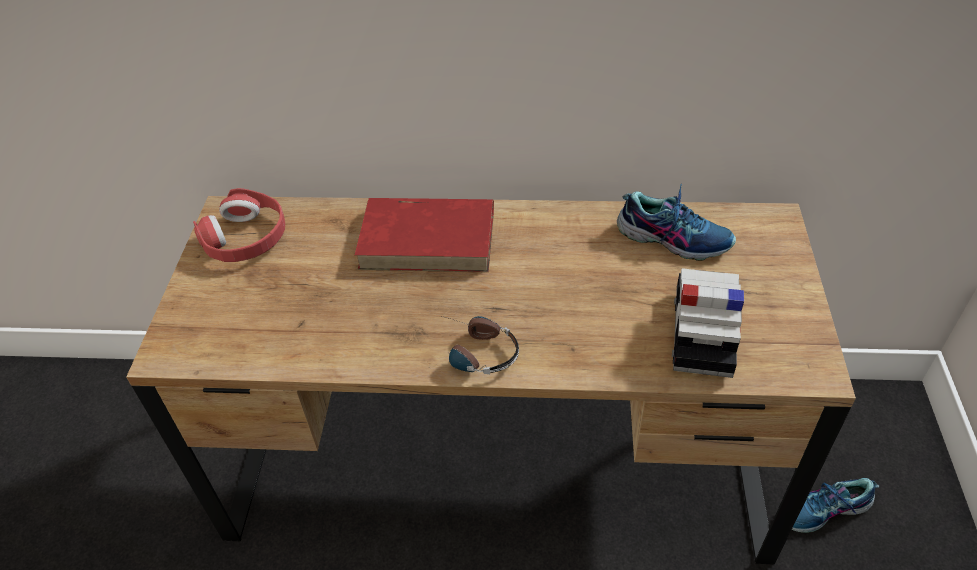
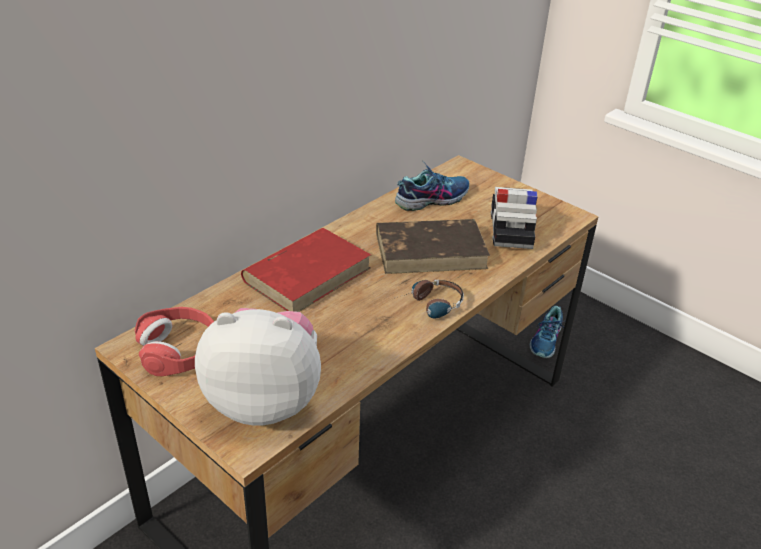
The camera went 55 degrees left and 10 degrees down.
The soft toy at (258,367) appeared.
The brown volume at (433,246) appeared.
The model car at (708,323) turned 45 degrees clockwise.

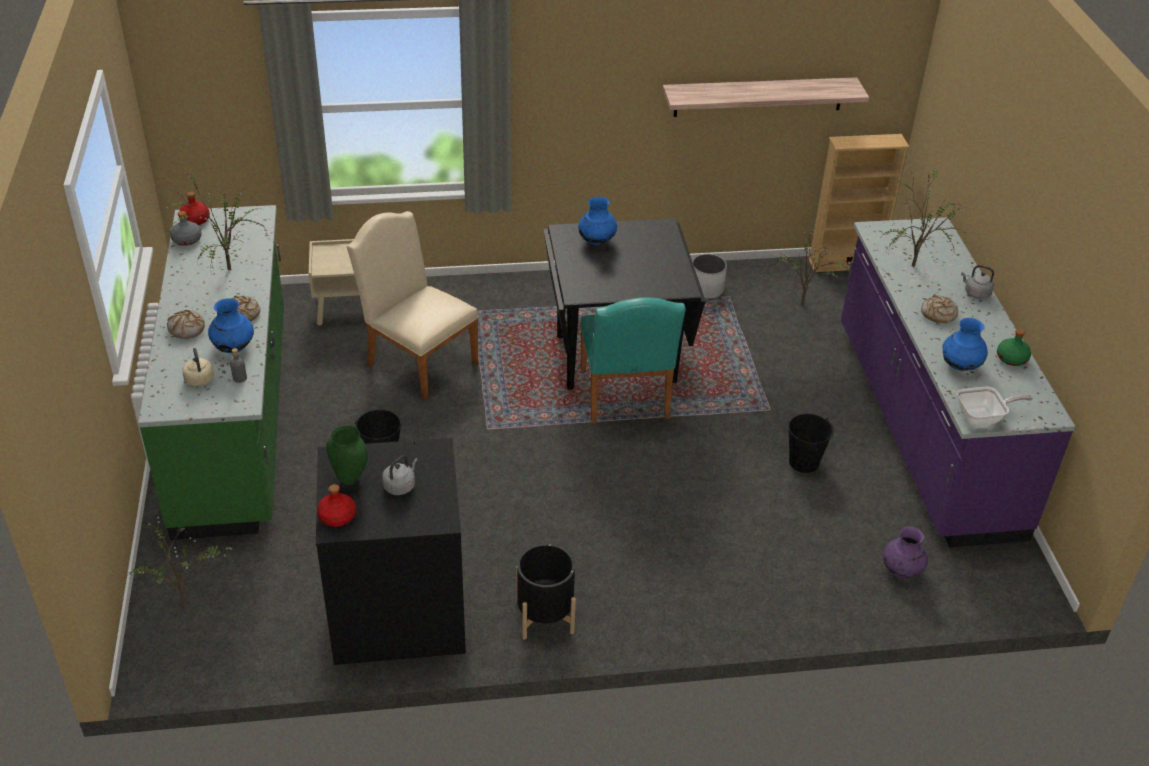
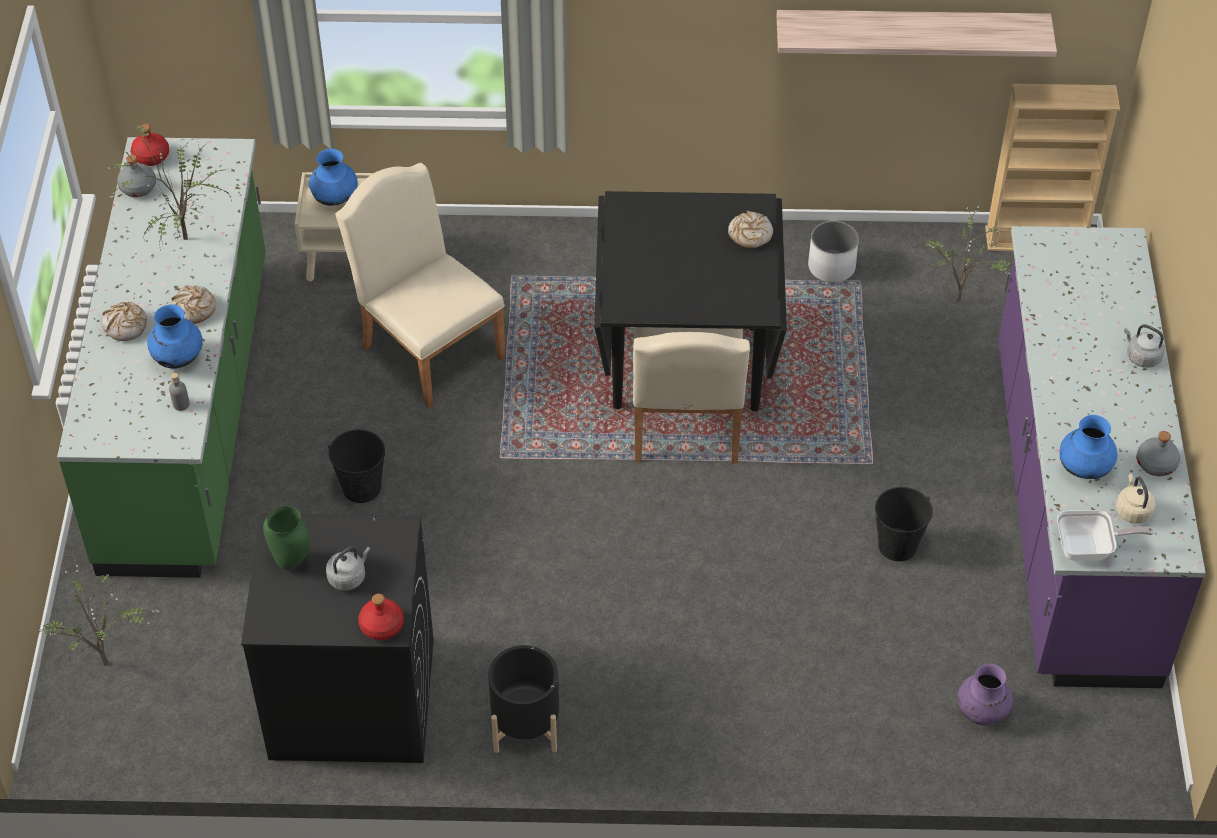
The camera went 10 degrees right and 10 degrees up.
The potted plant at (924,217) disappeared.
The beige tea kettle moved from (198,367) to (1136,498).
The reddish drink bottle moved from (336,505) to (381,617).
The blue-coloured vase moved from (597,221) to (333,177).
The bakery bread moved from (939,309) to (750,229).
The turquoise-coloured upright chair at (633,360) became the beige upright chair at (691,395).
The green-coloured drink bottle at (1014,347) became the grey drink bottle at (1158,453).

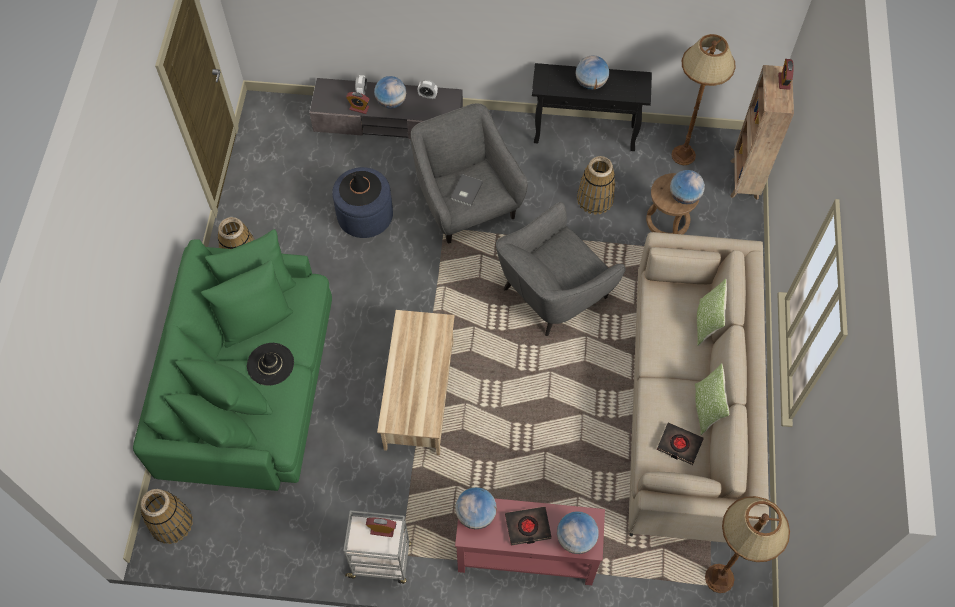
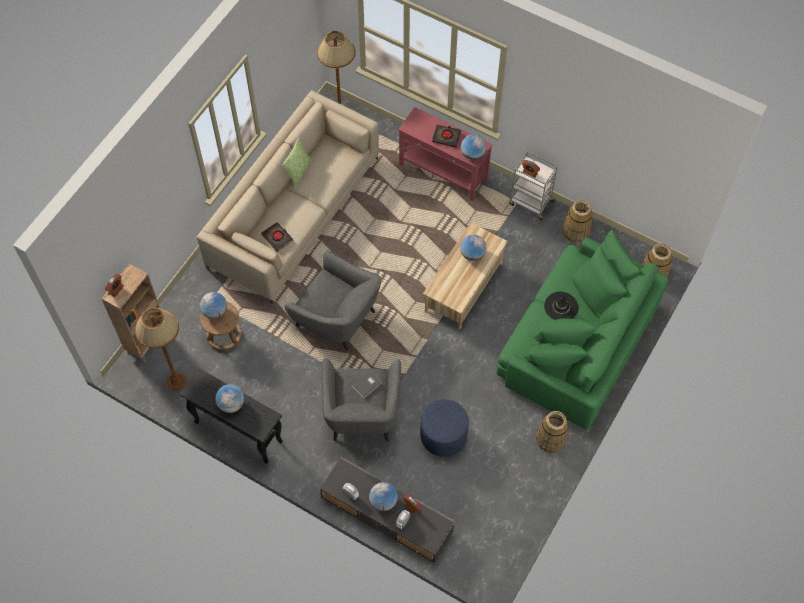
The camera went 155 degrees left and 0 degrees up.
The blackish wearable hat at (360,188) disappeared.
The throw pillow at (712,312) disappeared.
The world globe moved from (578,532) to (473,248).
The household basket moved from (596,185) to (577,221).
The blackish volume moved from (680,443) to (277,237).
The grey lounge chair at (561,269) turned 45 degrees clockwise.

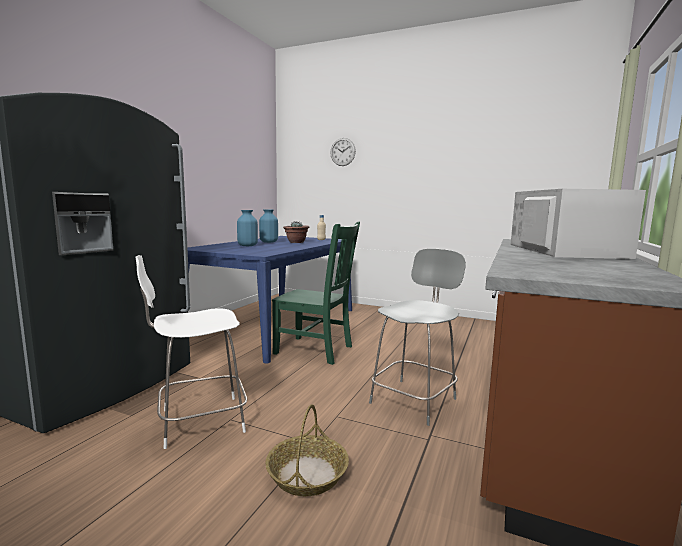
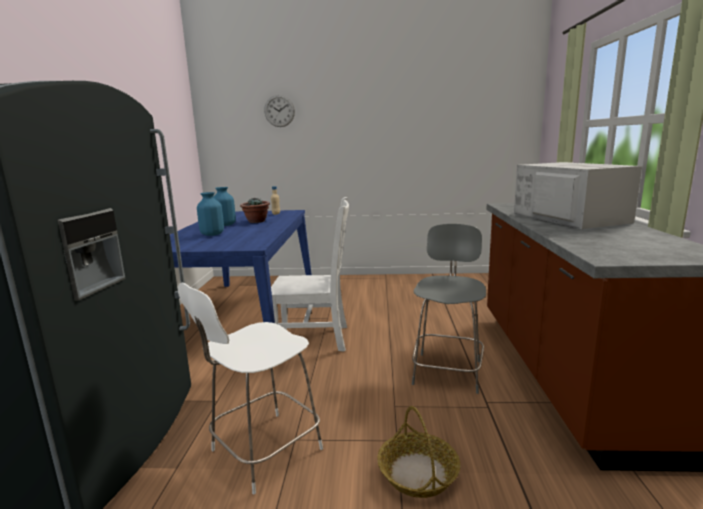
The camera went 20 degrees left and 5 degrees up.
The green-coloured upright chair at (316,293) became the white upright chair at (310,274).

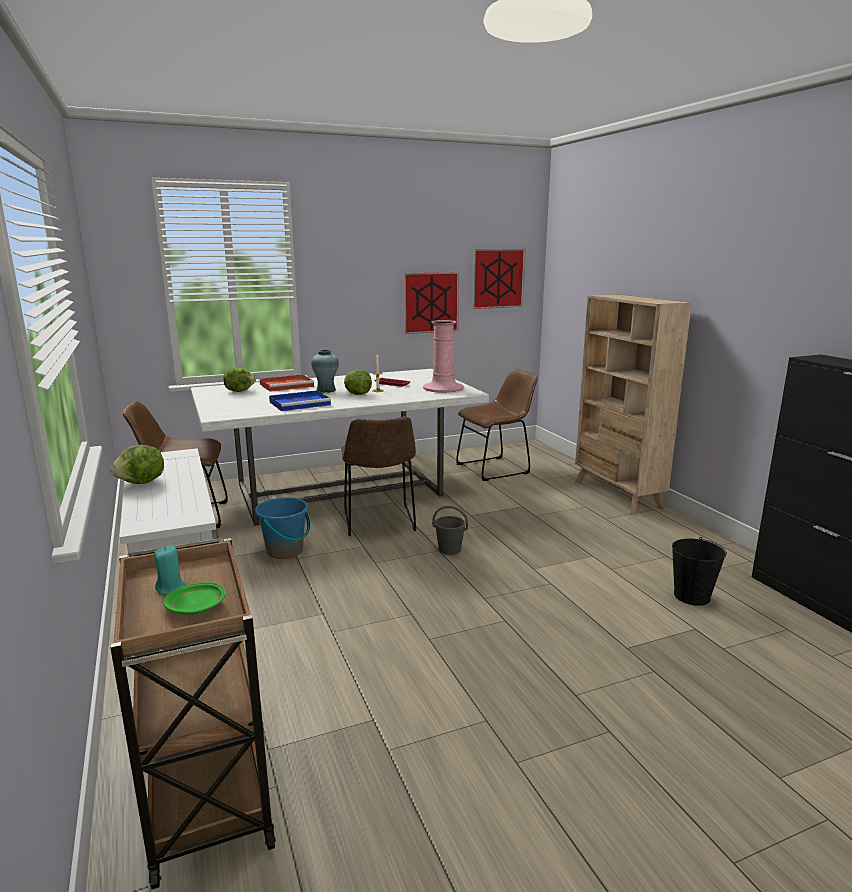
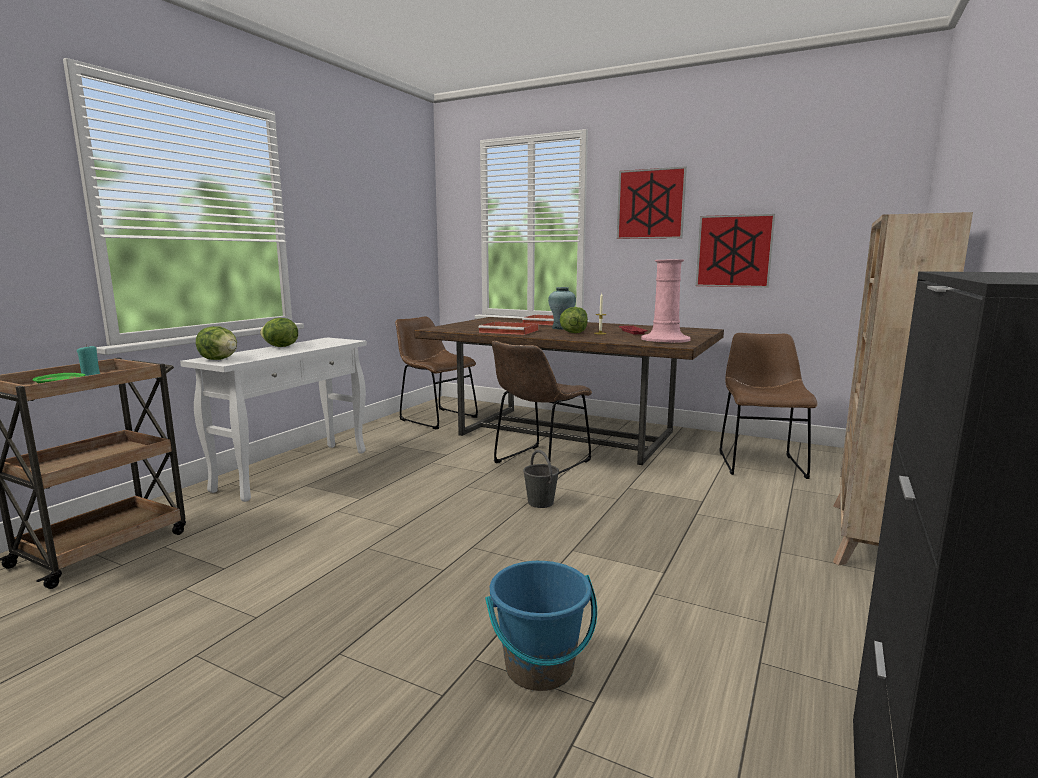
The camera went 50 degrees right and 5 degrees down.
The blackish bucket at (699,571) disappeared.
The lettuce head moved from (239,379) to (216,343).
The blue-coloured bucket moved from (282,528) to (541,626).
The picture moved from (499,279) to (652,202).
The white dinner table at (340,447) became the brown dinner table at (569,391).
The blue-coloured tray at (300,400) became the reddish tray at (508,328).
The brown upright chair at (497,425) turned 105 degrees counterclockwise.

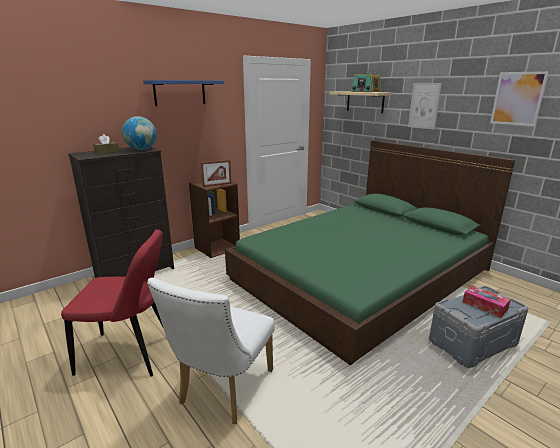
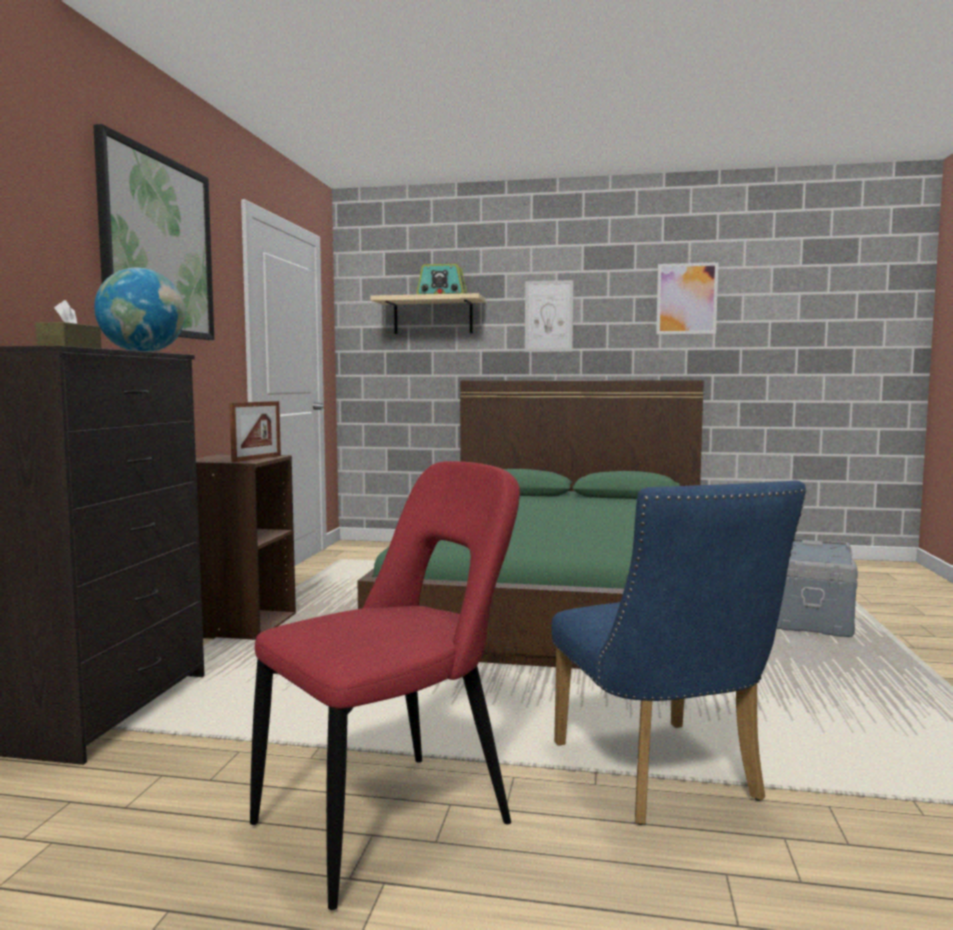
The camera went 40 degrees left and 15 degrees down.
The tissue box at (487,301) disappeared.
The blue-coloured wall shelf at (183,93) was replaced by the picture at (153,232).
The white upright chair at (211,351) became the blue-coloured upright chair at (679,653).

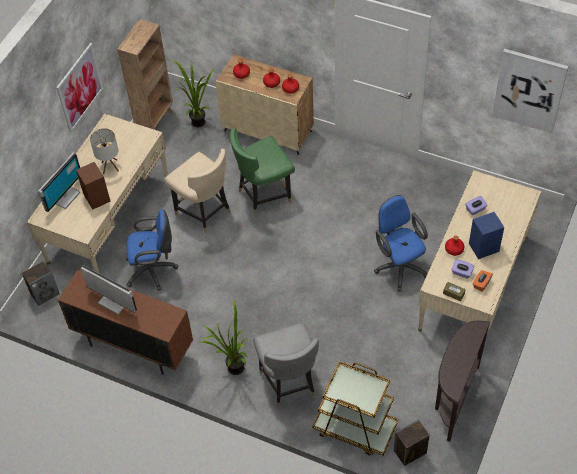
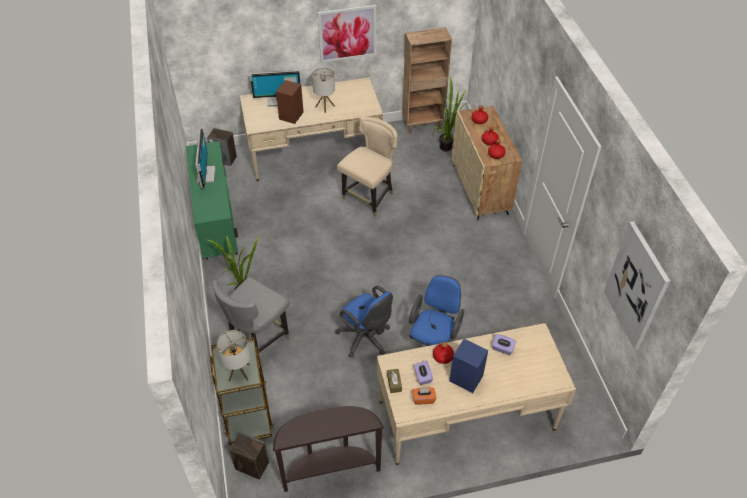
The camera went 50 degrees right and 5 degrees down.
The green-coloured upright chair at (262,171) disappeared.
The tabletop lamp at (233,355) appeared.
The blue-coloured computer chair moved from (152,250) to (364,322).
The brown storage cabinet at (125,322) became the green-coloured storage cabinet at (212,200).
The beige upright chair at (197,191) turned 150 degrees counterclockwise.

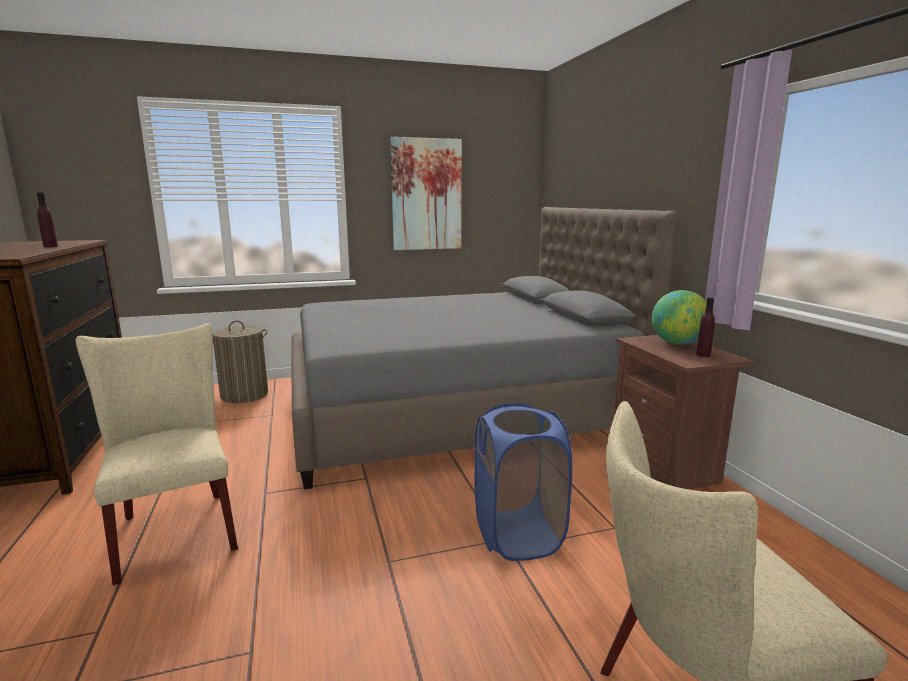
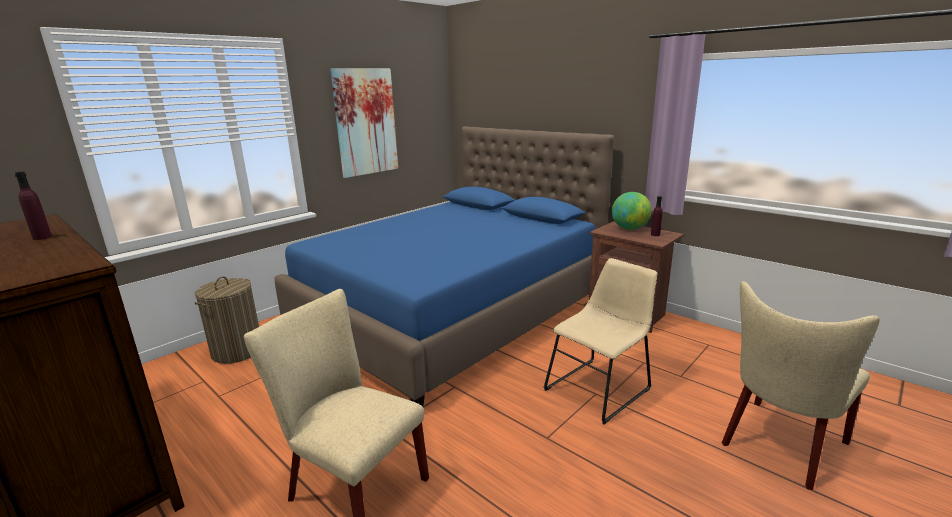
The camera went 30 degrees left and 5 degrees up.
The blue-coloured washing basket at (523,482) was replaced by the beige upright chair at (600,341).
The grey bed at (485,348) became the blue-coloured bed at (444,266).

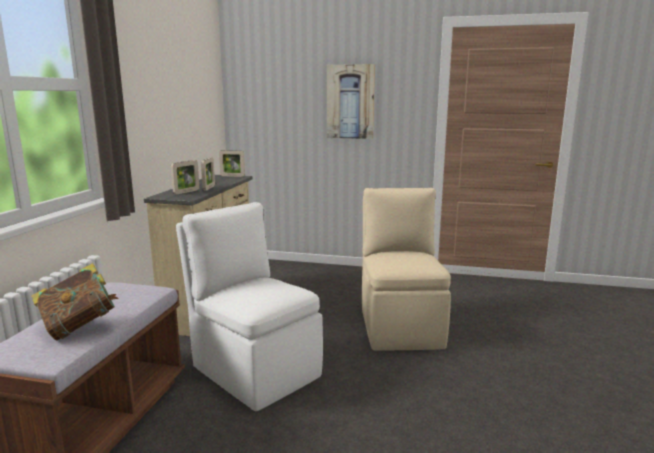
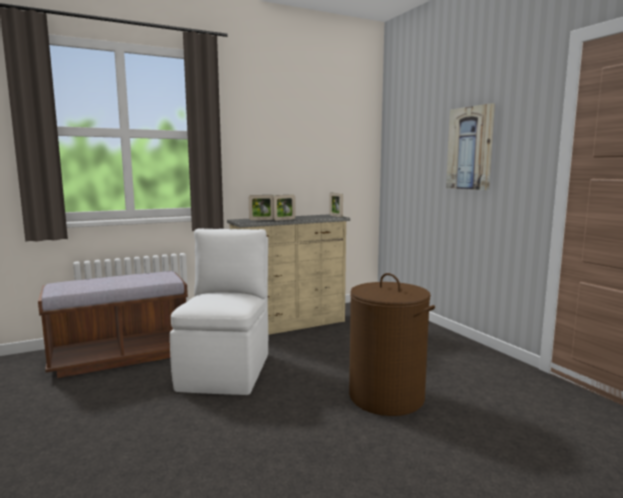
The camera went 50 degrees right and 5 degrees down.
The volume at (75,302) disappeared.
The beige upright chair at (406,269) was replaced by the brown washing basket at (392,344).

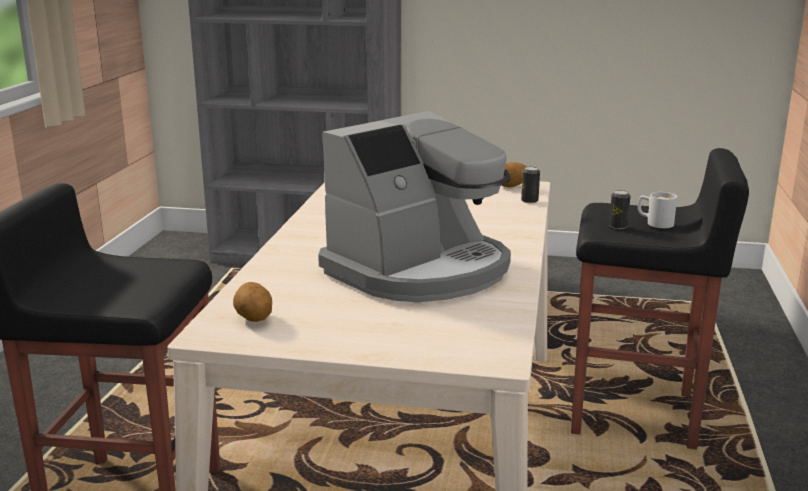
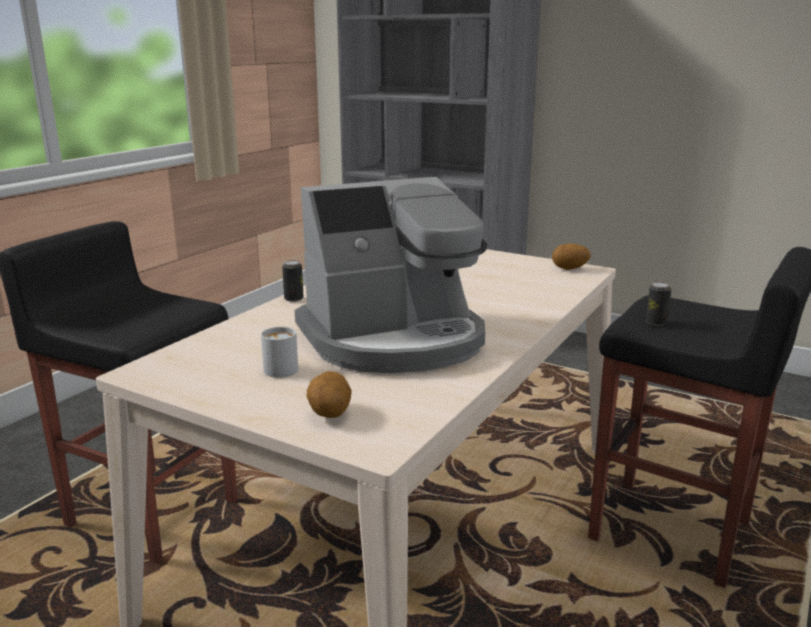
The camera went 20 degrees right and 0 degrees up.
The spud moved from (252,302) to (329,394).
The metal can moved from (530,185) to (293,281).
The white tea mug moved from (657,210) to (279,352).

